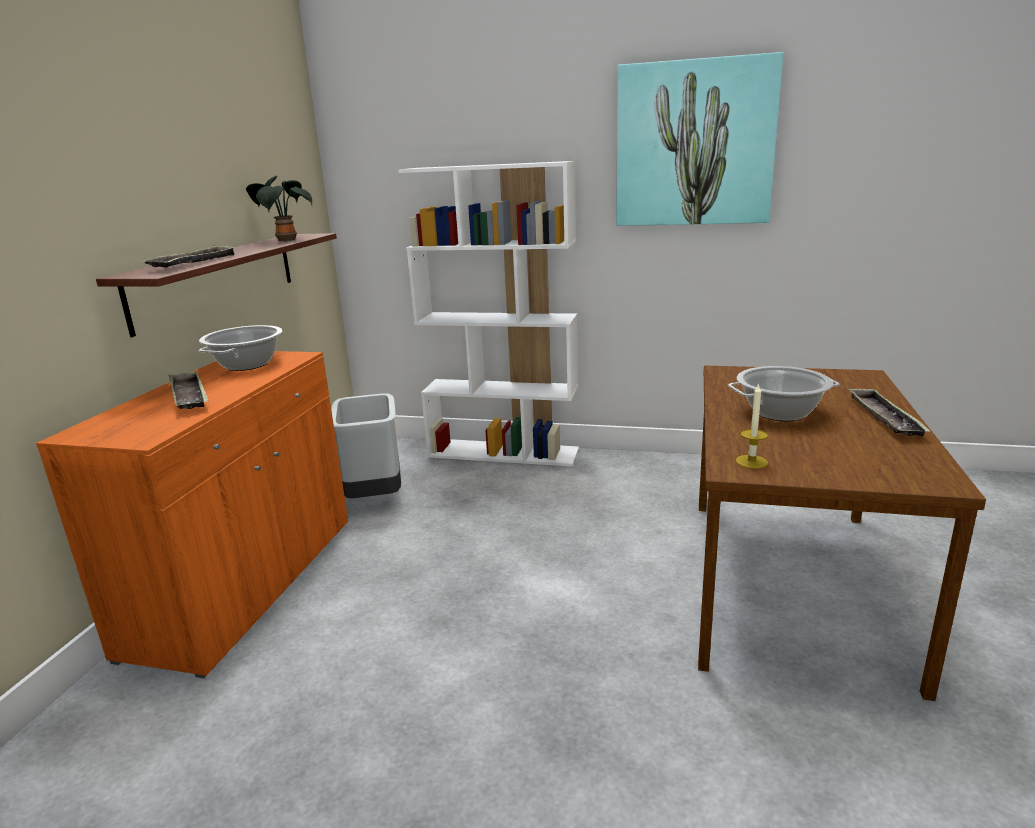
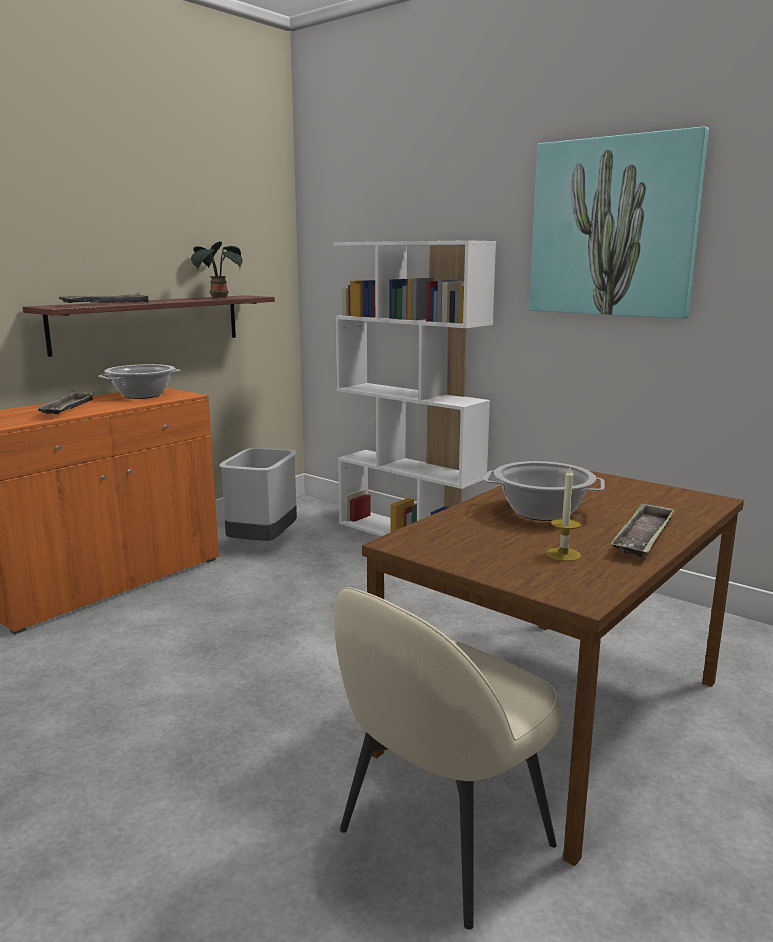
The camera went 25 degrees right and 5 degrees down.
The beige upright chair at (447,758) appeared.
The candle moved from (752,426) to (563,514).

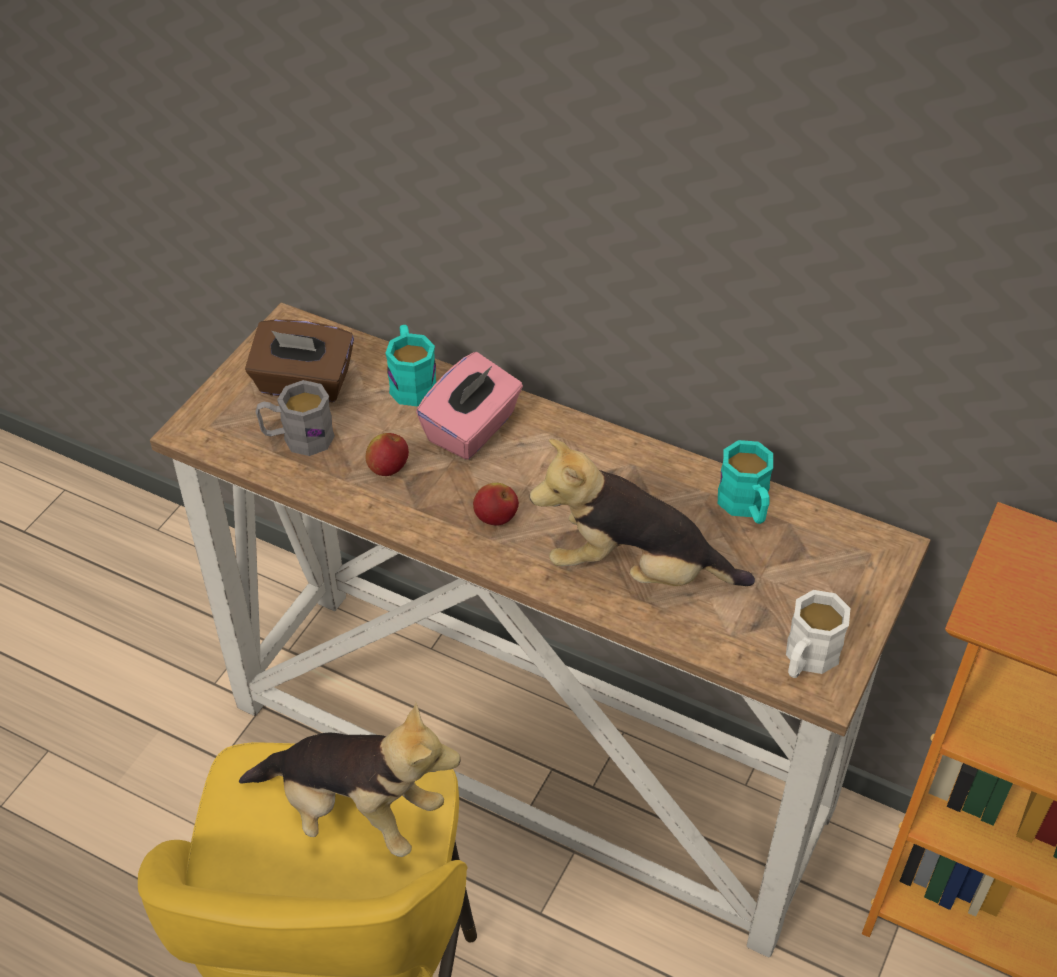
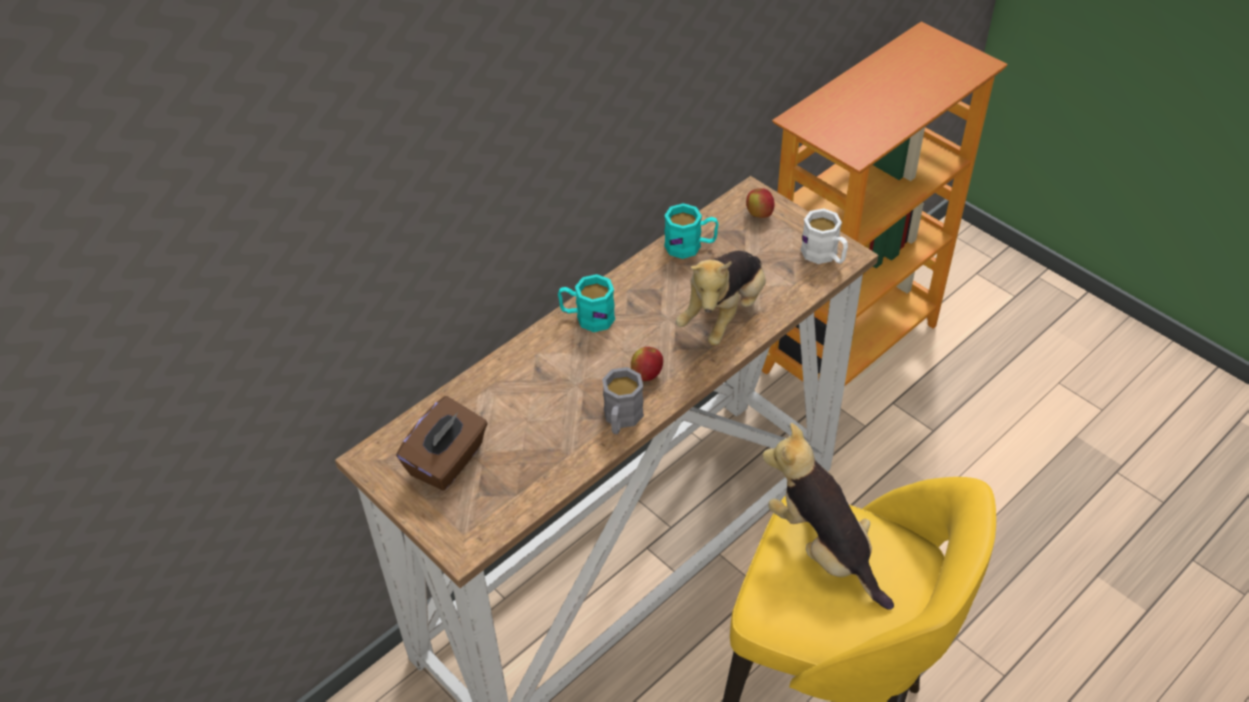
The camera went 70 degrees left and 0 degrees up.
The pinkish tissue box at (469,406) disappeared.
The grey tea mug moved from (295,418) to (623,400).
The whole apple moved from (387,454) to (760,203).
The turquoise-coloured tea mug moved from (411,366) to (586,303).
The soft toy at (350,779) turned 75 degrees counterclockwise.

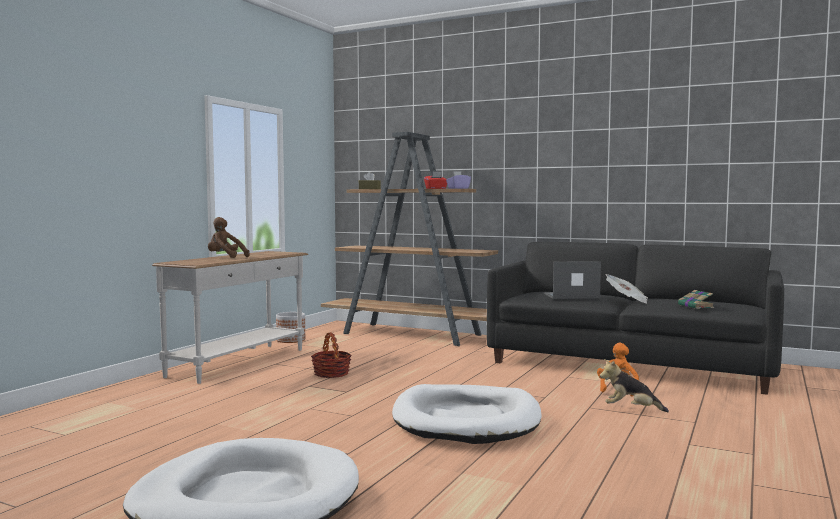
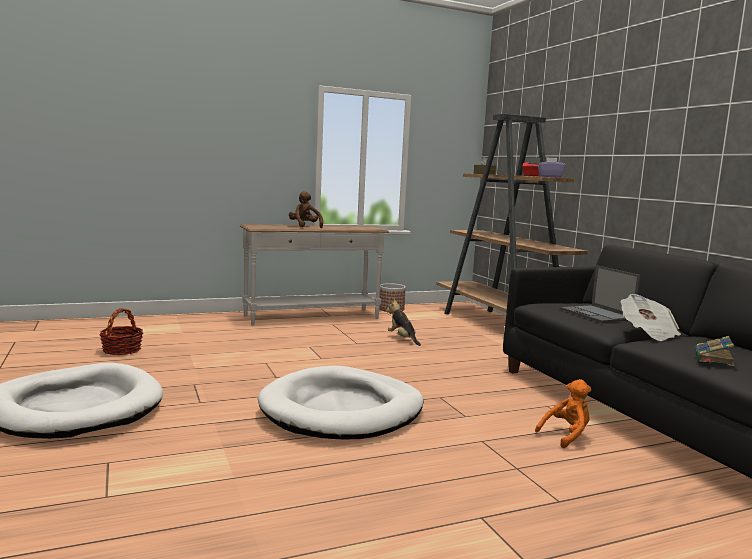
The camera went 40 degrees right and 5 degrees up.
The household basket moved from (331,355) to (121,331).
The soft toy moved from (634,385) to (403,323).
The portable computer at (572,280) turned 150 degrees counterclockwise.

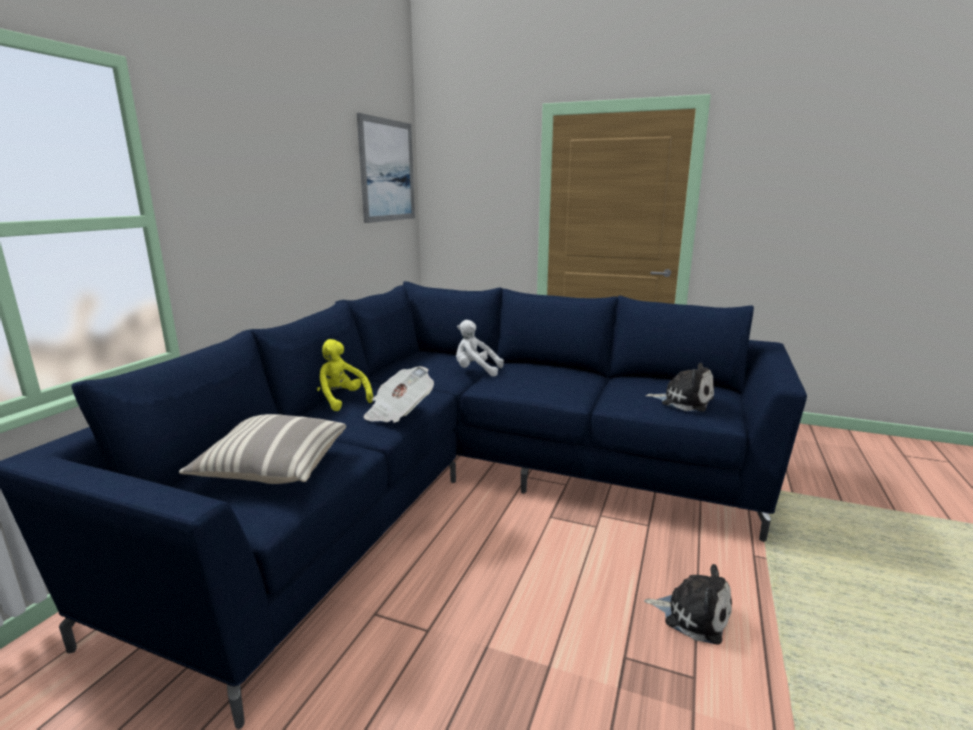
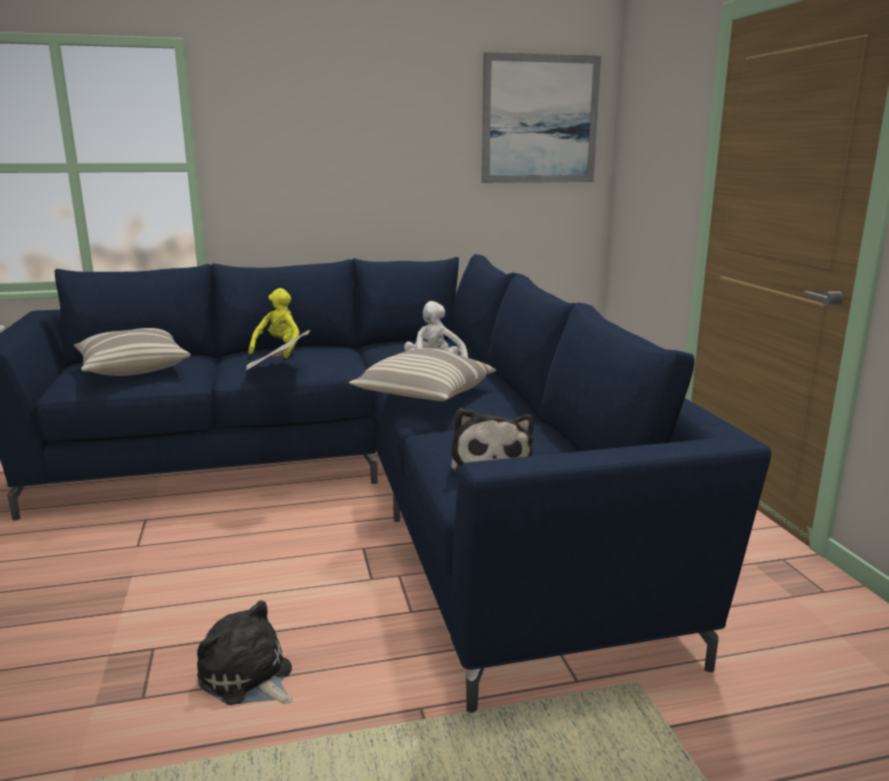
The camera went 55 degrees right and 0 degrees up.
The throw pillow at (422,374) appeared.
The soft toy at (688,604) turned 135 degrees clockwise.

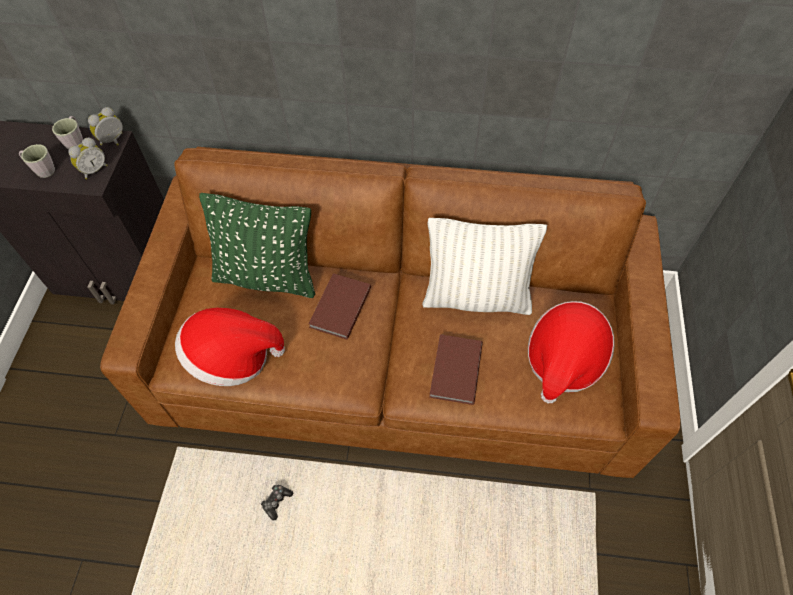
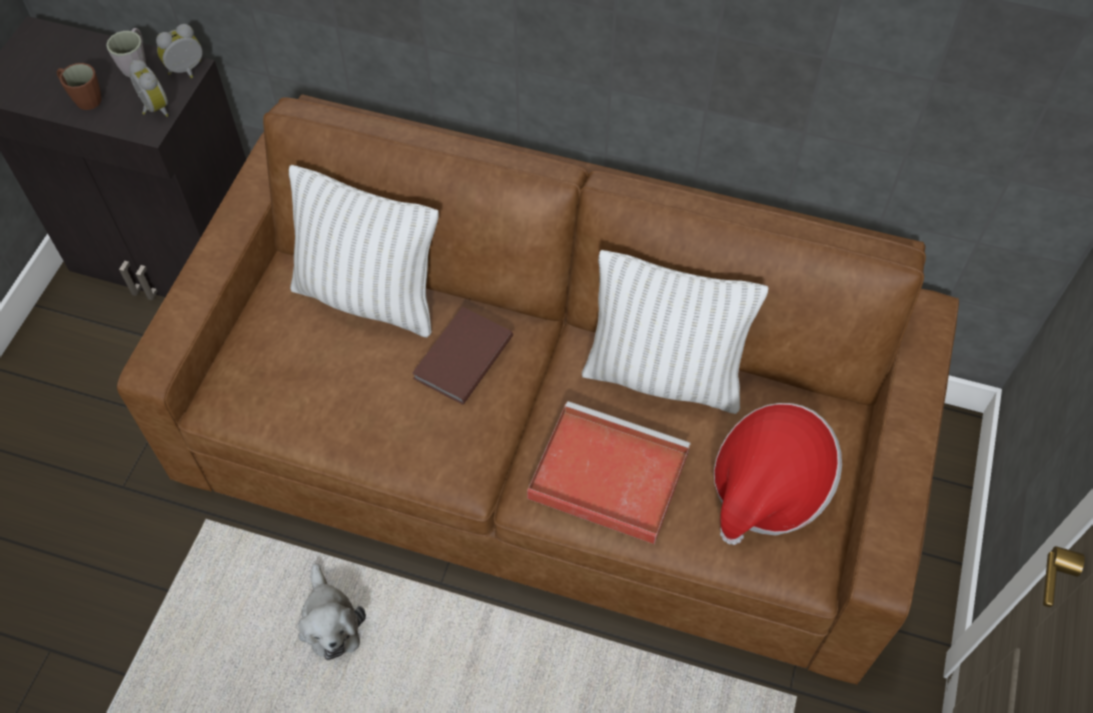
The camera went 10 degrees right and 0 degrees up.
The wearable hat at (230,347) disappeared.
The gamepad at (277,502) was replaced by the soft toy at (332,611).
The brown volume at (456,369) was replaced by the reddish tray at (608,472).
The grey tea mug at (37,161) became the brown tea mug at (79,86).
The green-coloured throw pillow at (257,245) became the white throw pillow at (364,251).
The bedside clock at (88,158) turned 90 degrees counterclockwise.

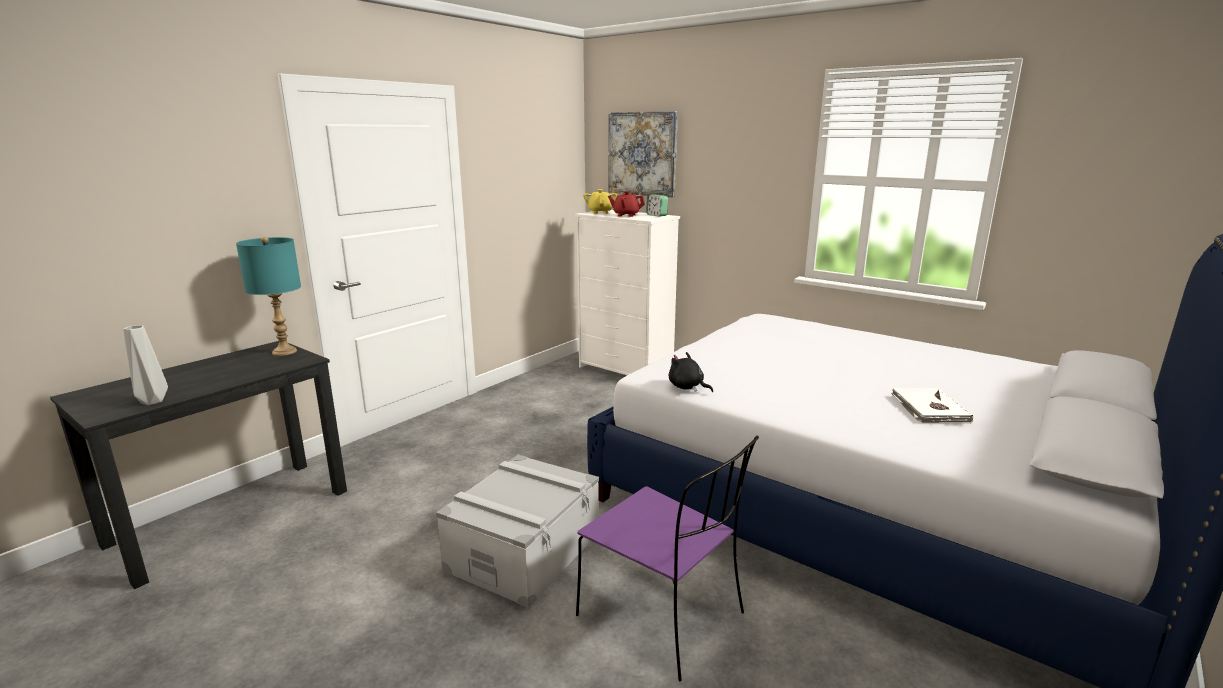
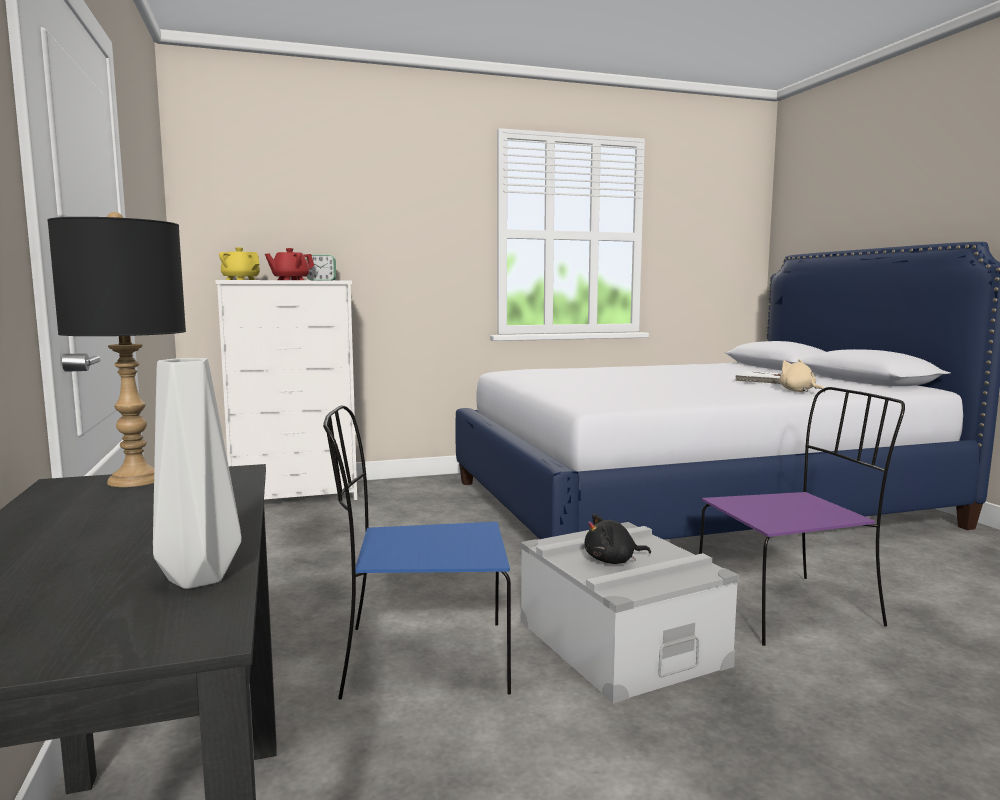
The camera went 55 degrees left and 10 degrees down.
The picture at (643,154) disappeared.
The blue-coloured upright chair at (417,552) appeared.
The beige soft toy at (802,375) appeared.
The blackish soft toy moved from (691,372) to (618,539).
The turquoise-coloured tabletop lamp at (268,296) became the blackish tabletop lamp at (116,349).

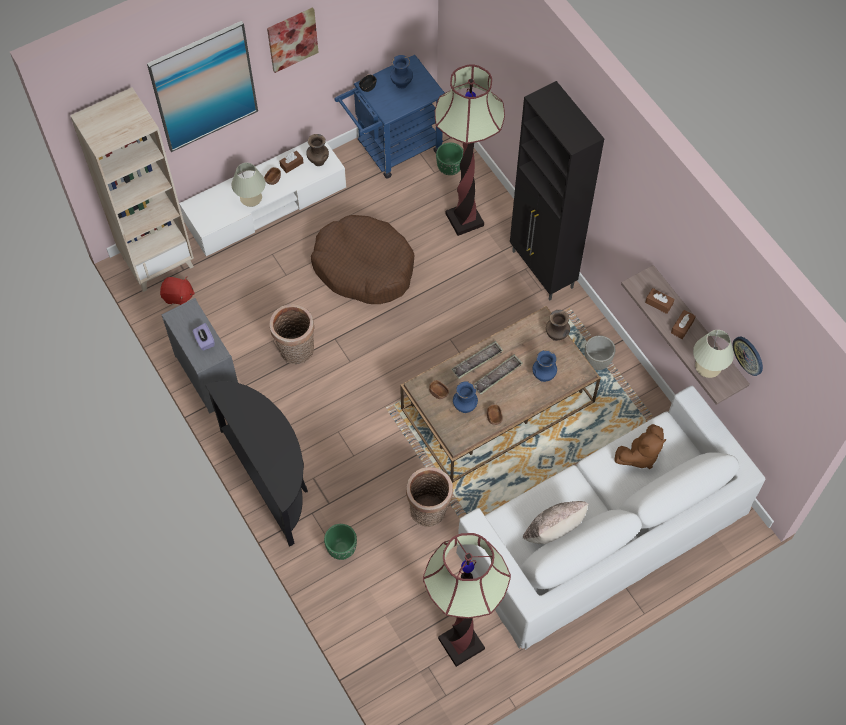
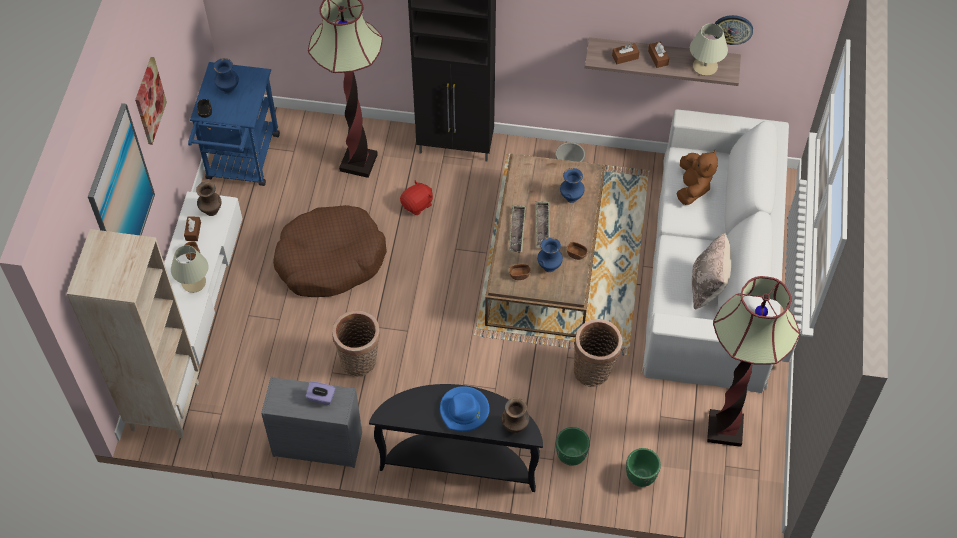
The camera went 50 degrees left and 5 degrees down.
The blue-coloured wearable hat at (465,408) appeared.
The reddish soft toy moved from (177,291) to (416,197).
The green-coloured plant pot moved from (449,158) to (643,467).
The brown vase moved from (558,325) to (515,415).

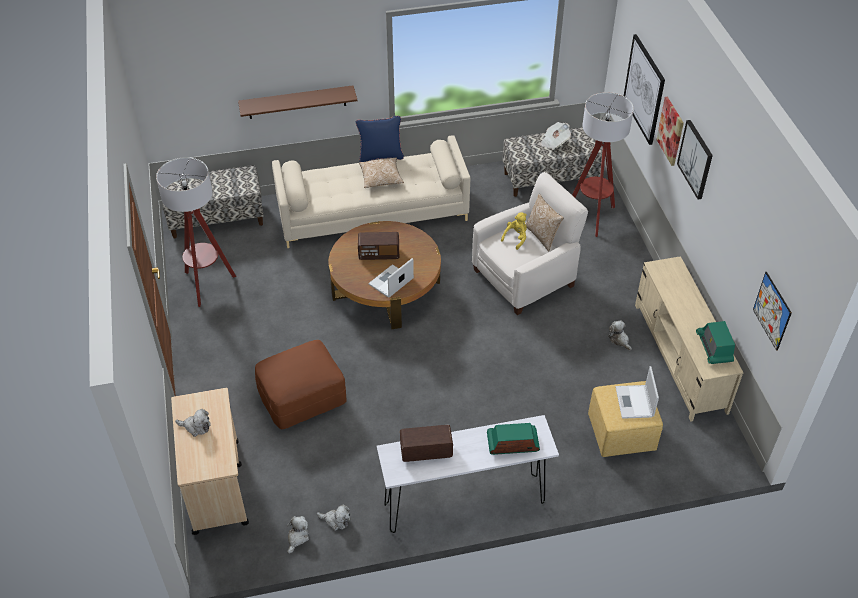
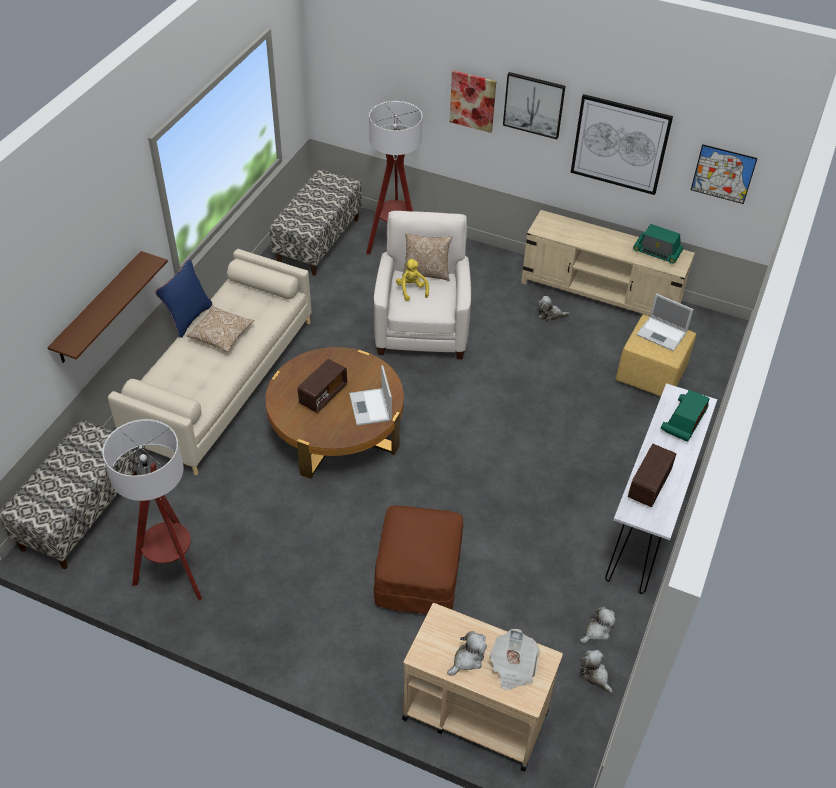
The camera went 55 degrees left and 0 degrees up.
The printed paper moved from (555,136) to (514,659).
The picture moved from (644,89) to (622,144).

